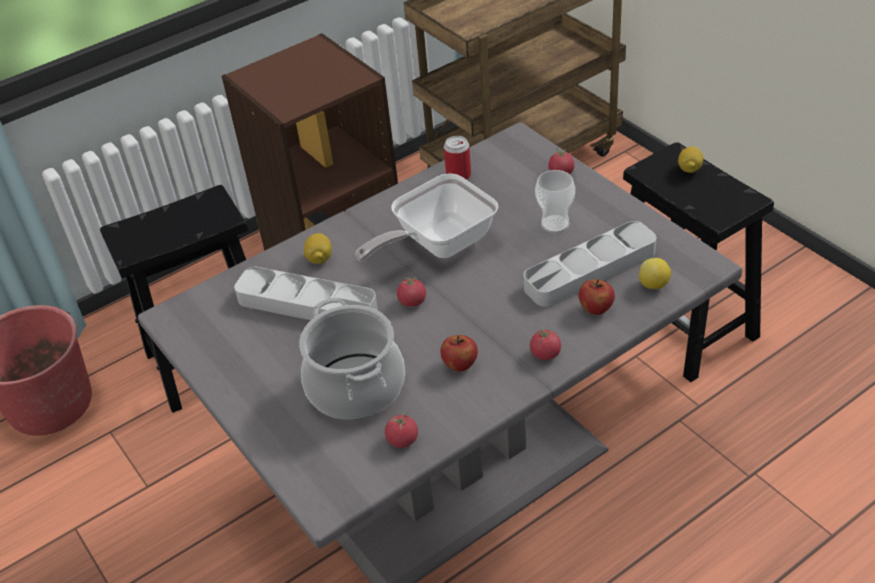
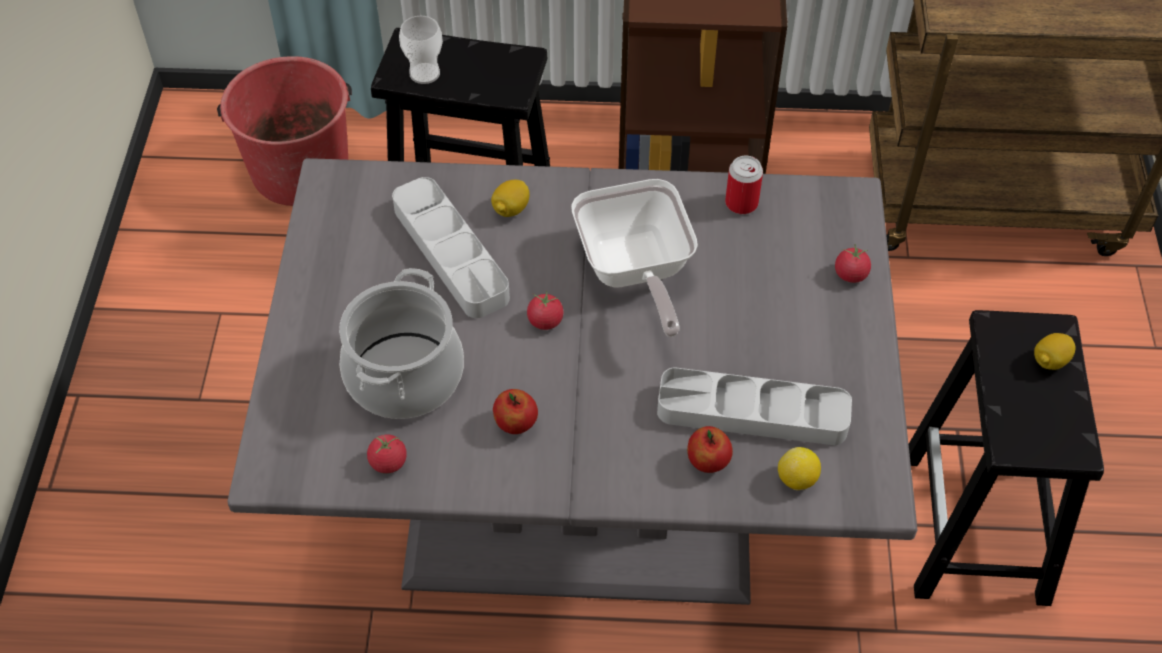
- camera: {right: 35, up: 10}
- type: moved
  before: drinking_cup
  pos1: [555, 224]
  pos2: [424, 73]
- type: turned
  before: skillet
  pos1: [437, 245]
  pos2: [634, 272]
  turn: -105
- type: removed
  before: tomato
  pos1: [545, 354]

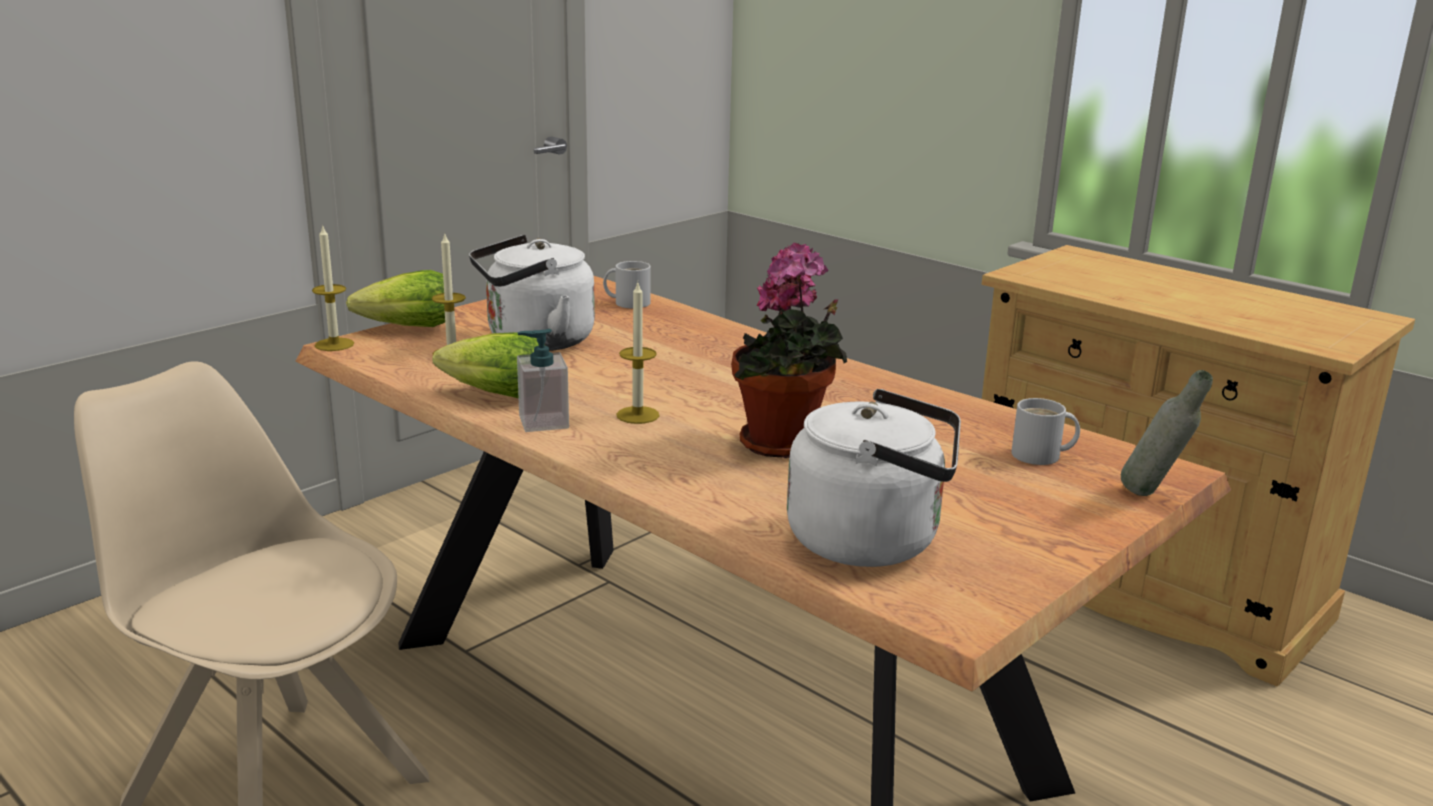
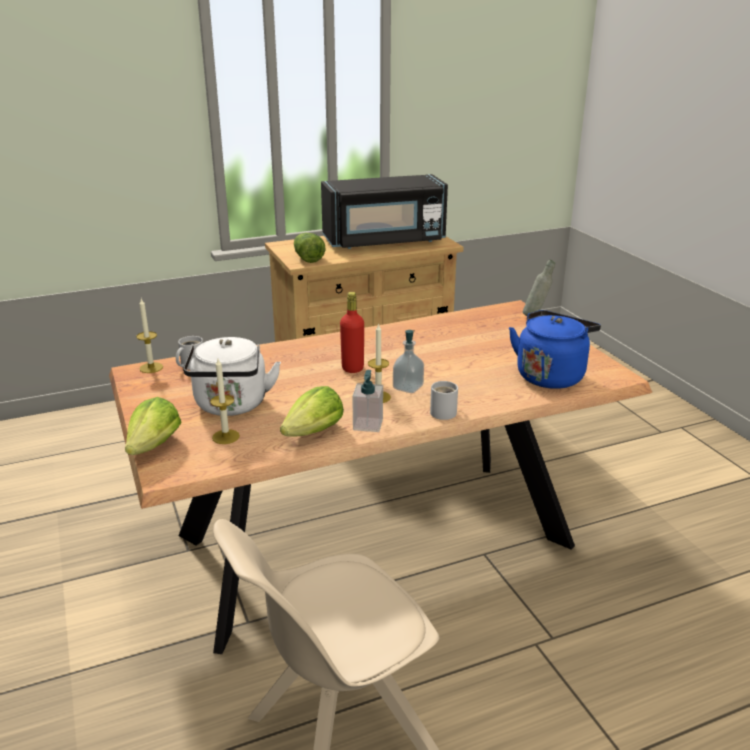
- camera: {right: -65, up: 5}
- type: moved
  before: wax_light
  pos1: [334, 344]
  pos2: [151, 367]
- type: added
  after: lettuce_head
  pos2: [307, 258]
- type: added
  after: black-coloured_microwave
  pos2: [384, 241]
- type: added
  after: red_drink_bottle
  pos2: [352, 368]
- type: added
  after: soap_bottle
  pos2: [408, 387]
- type: moved
  before: white_mug
  pos1: [1040, 456]
  pos2: [445, 412]
- type: recoloured
  before: white_kettle
  after: bluish_kettle
  pos1: [872, 541]
  pos2: [551, 375]
- type: removed
  before: plant_in_a_pot
  pos1: [784, 446]

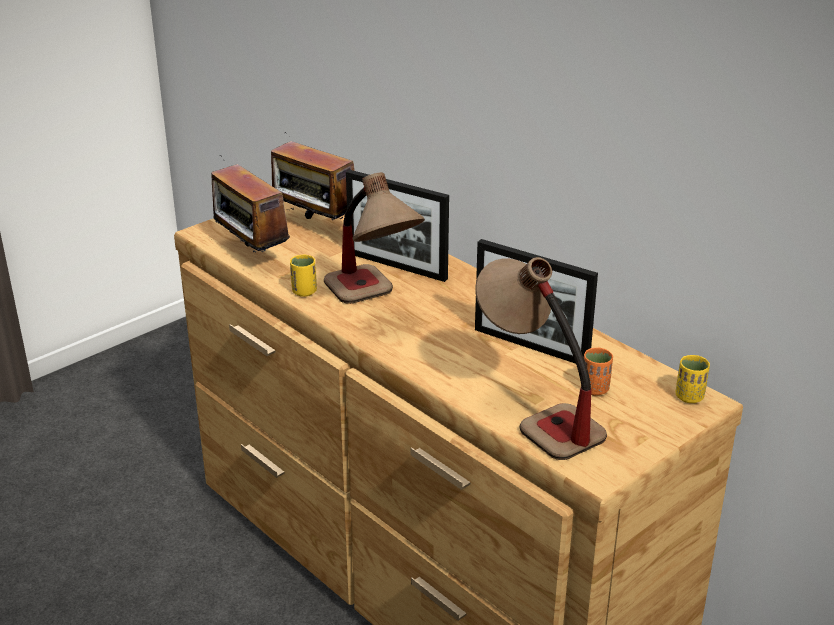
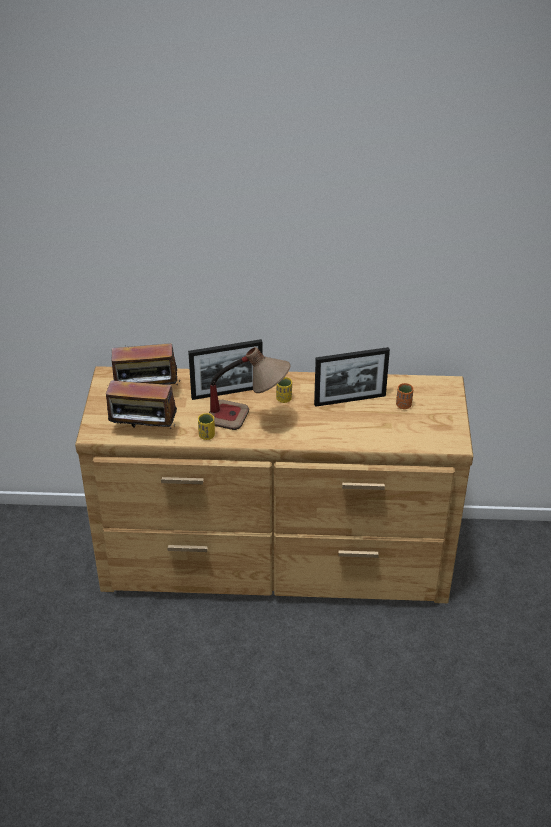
- camera: {right: -45, up: 10}
- type: moved
  before: yellowish_drinking_cup
  pos1: [689, 397]
  pos2: [284, 399]
- type: removed
  before: lamp_for_a_table
  pos1: [535, 414]

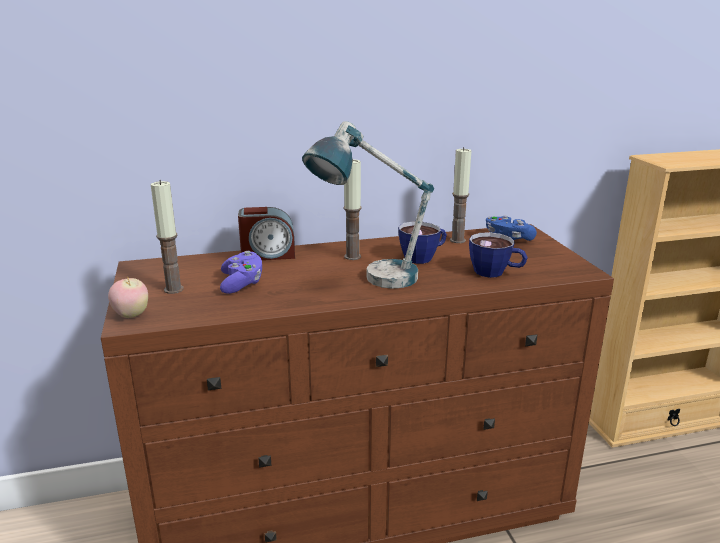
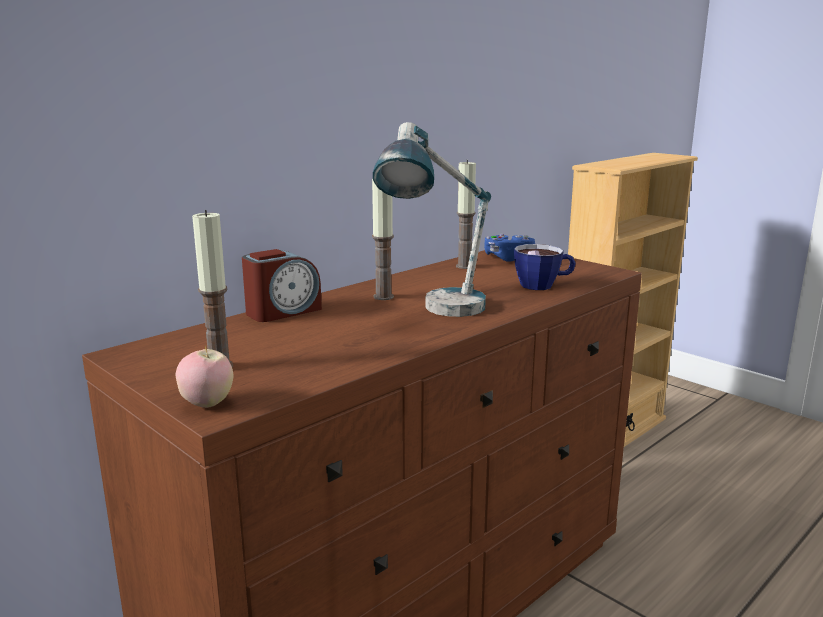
- camera: {right: -30, up: -5}
- type: removed
  before: purple_joypad
  pos1: [242, 283]
- type: removed
  before: drinking_cup
  pos1: [423, 257]

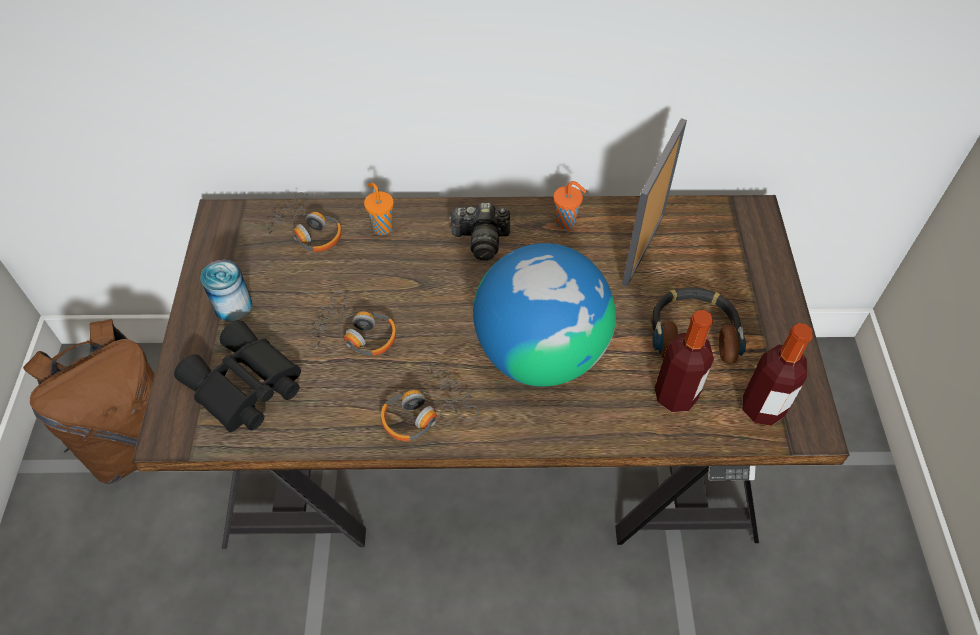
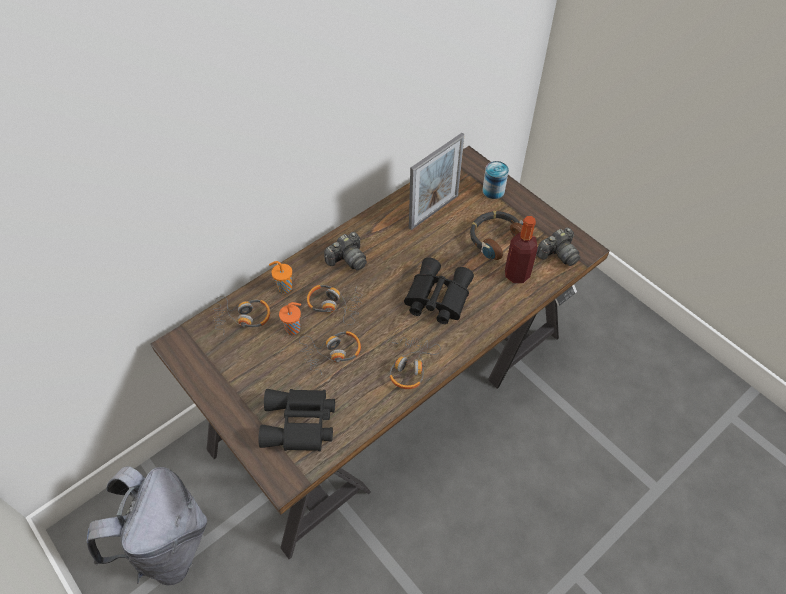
- camera: {right: -40, up: 0}
- type: recoloured
  before: brown_knapsack
  after: greyish_knapsack
  pos1: [136, 440]
  pos2: [168, 545]
- type: moved
  before: orange_drinking_cup
  pos1: [566, 222]
  pos2: [294, 328]
- type: added
  after: headset
  pos2: [334, 306]
- type: replaced
  before: globe
  after: black-coloured_binoculars
  pos1: [540, 353]
  pos2: [436, 297]
- type: turned
  before: standing_frame
  pos1: [643, 248]
  pos2: [433, 211]
  turn: -120
- type: moved
  before: metal_can
  pos1: [233, 306]
  pos2: [493, 190]
- type: replaced
  before: drink_bottle
  after: still_camera
  pos1: [762, 408]
  pos2: [558, 254]

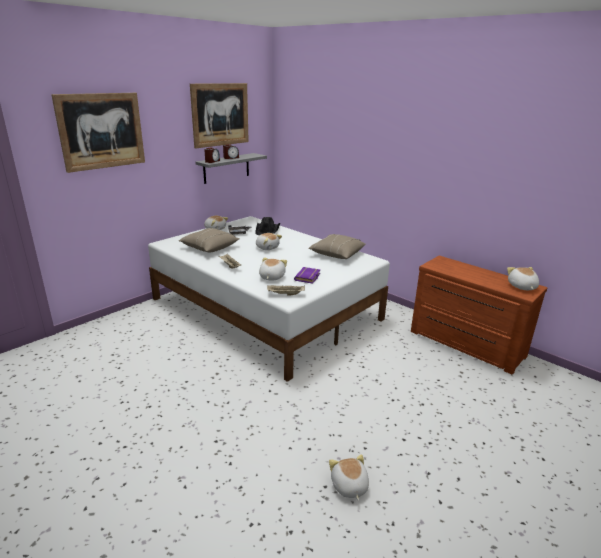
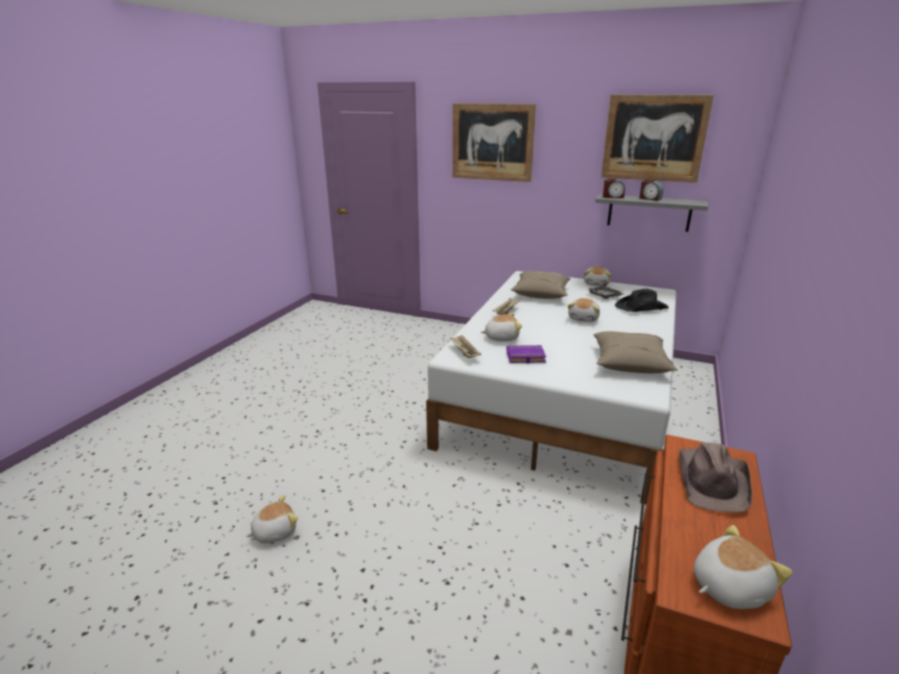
- camera: {right: 70, up: 0}
- type: added
  after: brown_clothing_hat
  pos2: [712, 481]

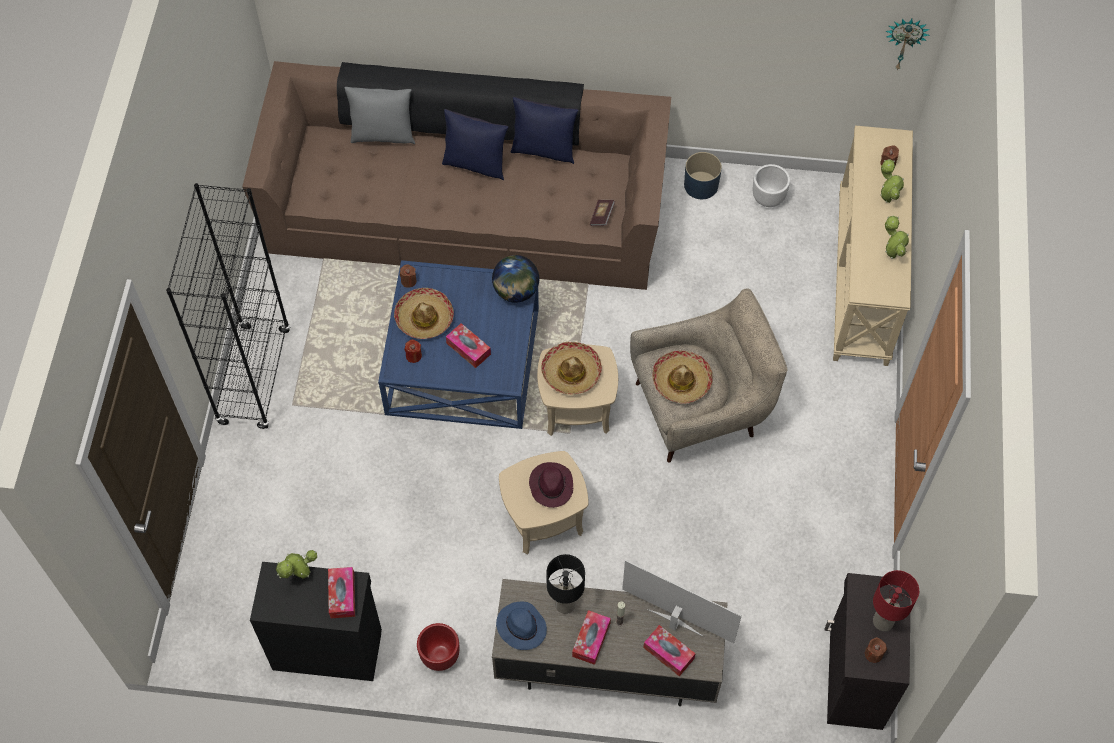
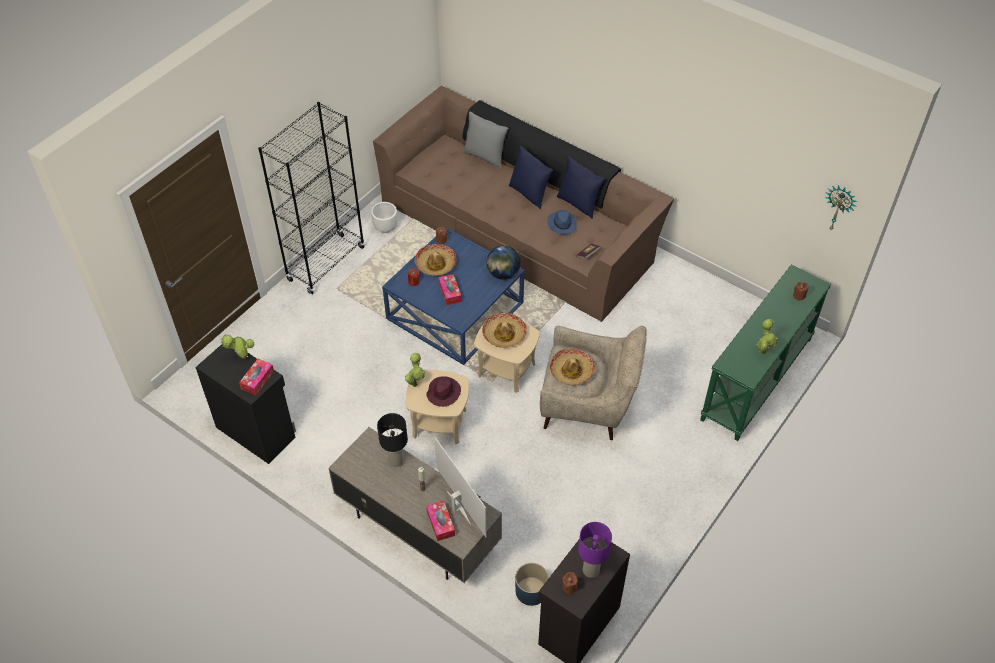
- camera: {right: 30, up: -10}
- type: moved
  before: white_flower_pot
  pos1: [768, 198]
  pos2: [386, 228]
- type: moved
  before: plant_in_a_pot
  pos1: [886, 198]
  pos2: [415, 383]
- type: moved
  before: bluish_flower_pot
  pos1: [701, 185]
  pos2: [531, 591]
- type: moved
  before: bluish_clothing_hat
  pos1: [521, 626]
  pos2: [561, 224]
- type: recoloured
  before: red_lamp_for_a_table
  after: purple_lamp_for_a_table
  pos1: [882, 621]
  pos2: [590, 570]
- type: recoloured
  before: sand-coloured_narrow_table
  after: green-coloured_narrow_table
  pos1: [864, 277]
  pos2: [757, 379]
- type: removed
  before: red_flower_pot
  pos1: [439, 656]
- type: removed
  before: box_of_tissues
  pos1: [591, 640]

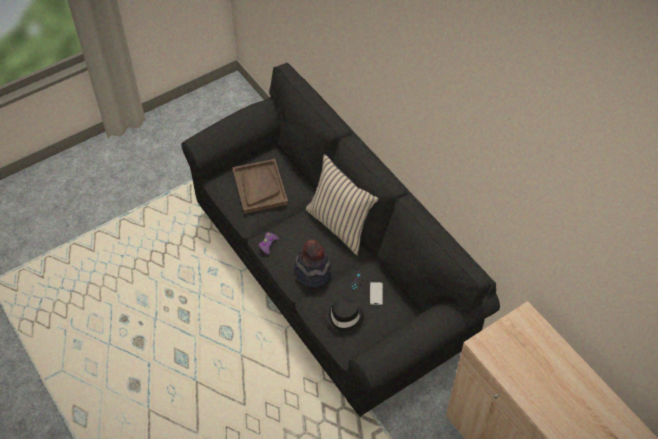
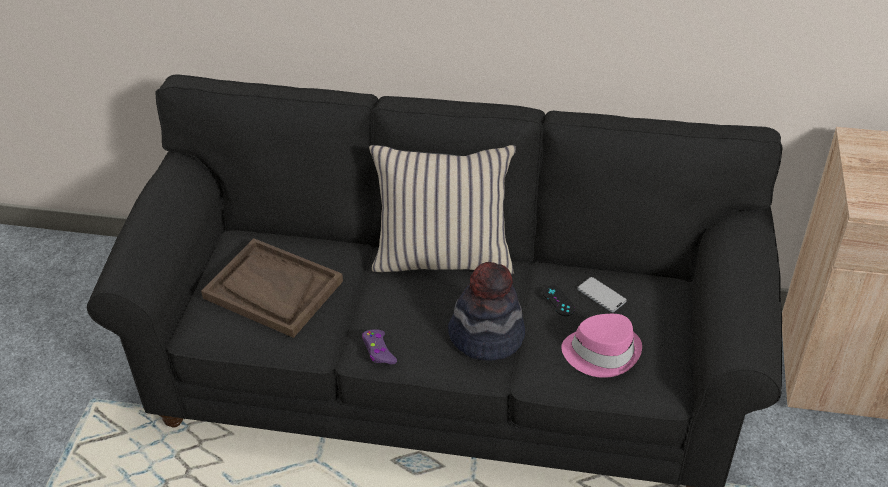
- camera: {right: -45, up: -10}
- type: recoloured
  before: black-coloured_clothing_hat
  after: pink_clothing_hat
  pos1: [344, 316]
  pos2: [602, 352]

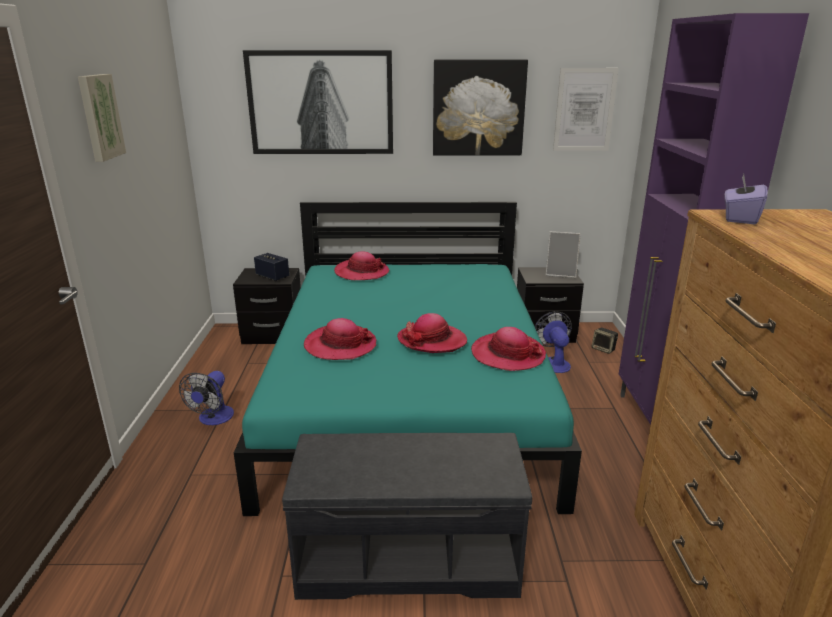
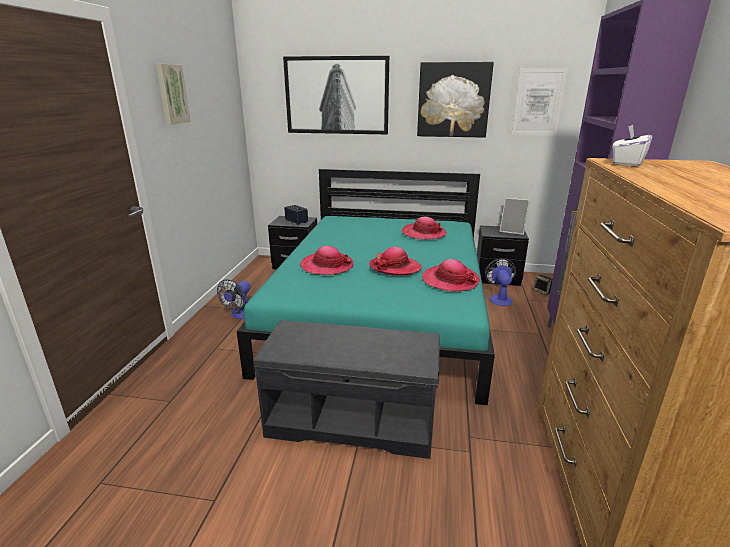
- camera: {right: 10, up: 0}
- type: moved
  before: clothing_hat
  pos1: [361, 272]
  pos2: [423, 233]
- type: recoloured
  before: purple_box_of_tissues
  after: white_box_of_tissues
  pos1: [740, 218]
  pos2: [627, 163]

